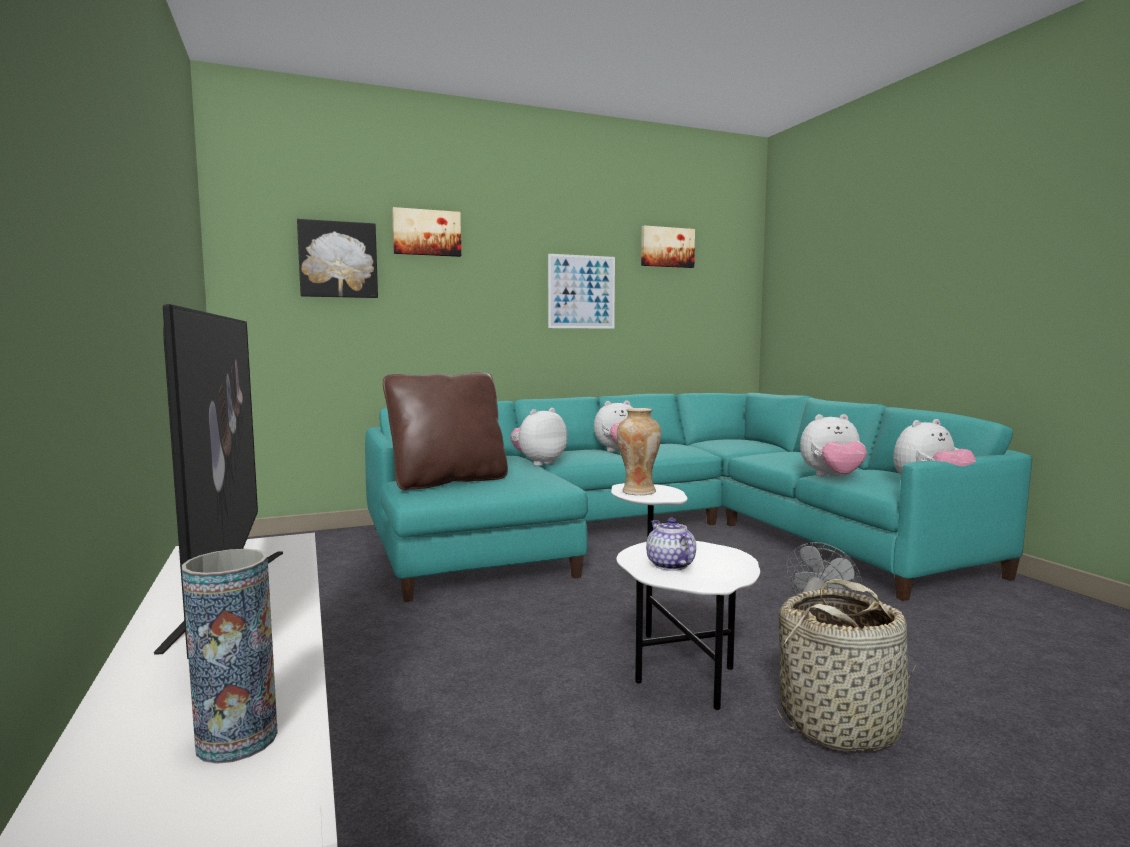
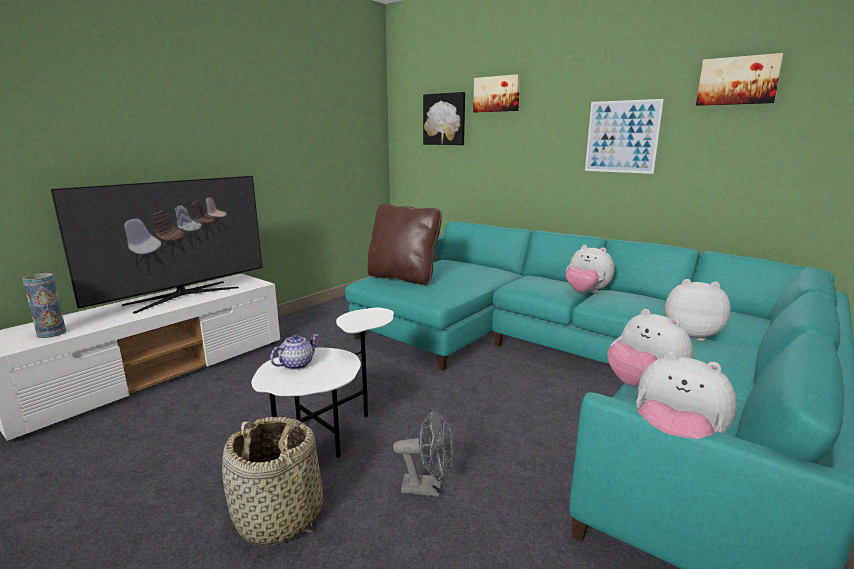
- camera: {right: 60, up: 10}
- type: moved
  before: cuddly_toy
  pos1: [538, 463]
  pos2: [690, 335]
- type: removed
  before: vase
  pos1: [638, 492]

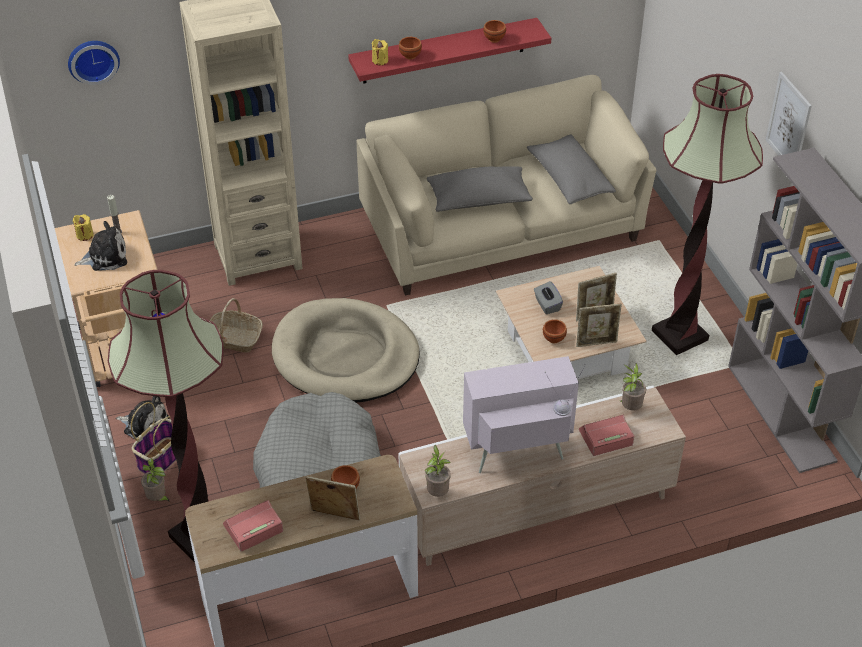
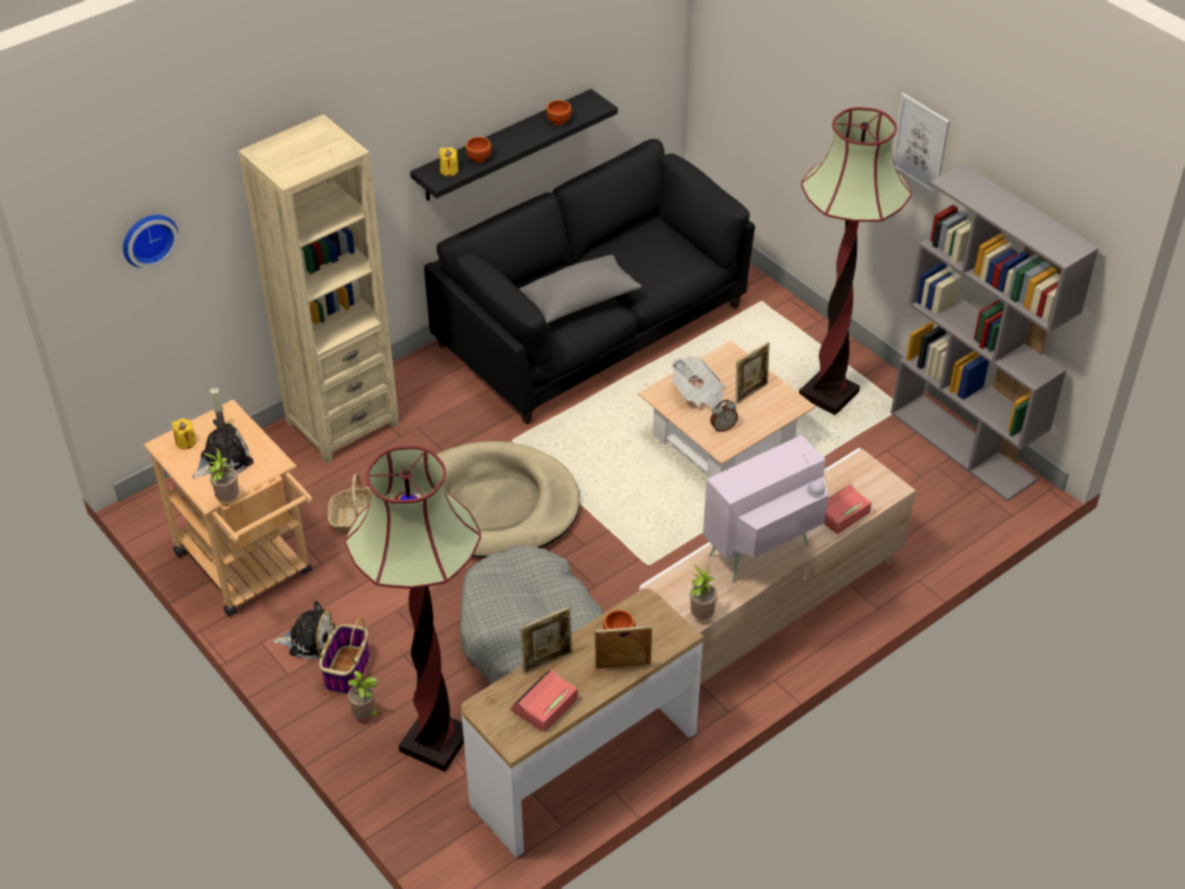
- camera: {right: -20, up: 0}
- type: moved
  before: plant_in_a_pot
  pos1: [630, 408]
  pos2: [227, 499]
- type: recoloured
  before: red_wall_shelf
  after: black-coloured_wall_shelf
  pos1: [444, 51]
  pos2: [503, 146]
- type: recoloured
  before: sand-coloured_settee
  after: black-coloured_settee
  pos1: [500, 227]
  pos2: [591, 326]
- type: moved
  before: standing_frame
  pos1: [596, 343]
  pos2: [547, 661]
- type: replaced
  before: greyish_box_of_tissues
  after: daily_paper
  pos1: [547, 305]
  pos2: [698, 395]
- type: replaced
  before: brown_deep_dish
  after: bedside_clock
  pos1: [554, 338]
  pos2: [722, 427]
- type: removed
  before: greyish_pillow
  pos1: [569, 180]

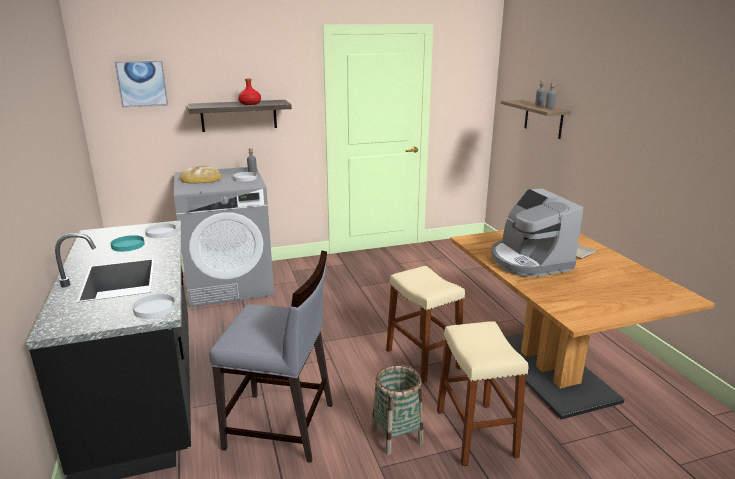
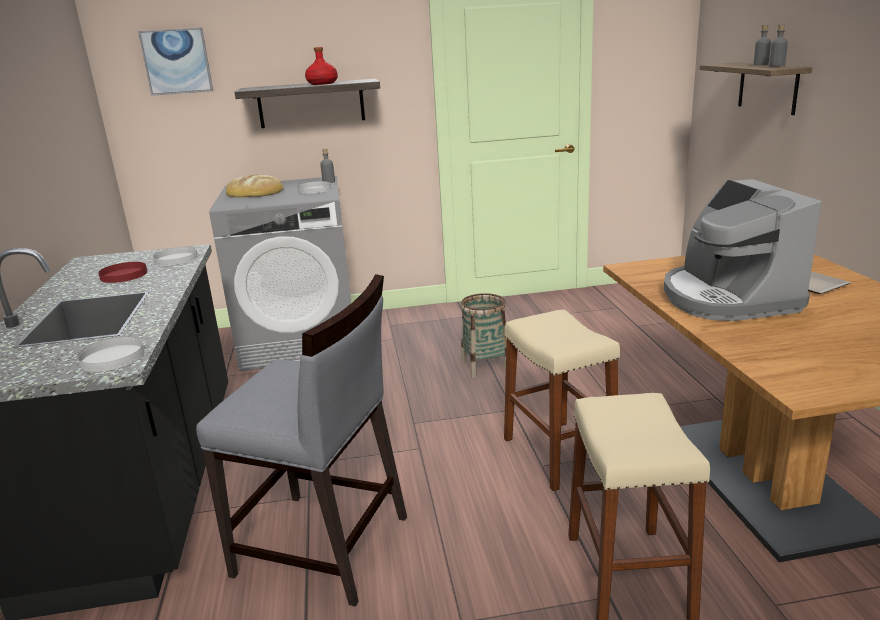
- camera: {right: 10, up: 0}
- type: recoloured
  before: turquoise-coloured_dinner_plate
  after: red_dinner_plate
  pos1: [127, 245]
  pos2: [123, 275]
- type: moved
  before: household_basket
  pos1: [397, 436]
  pos2: [485, 366]

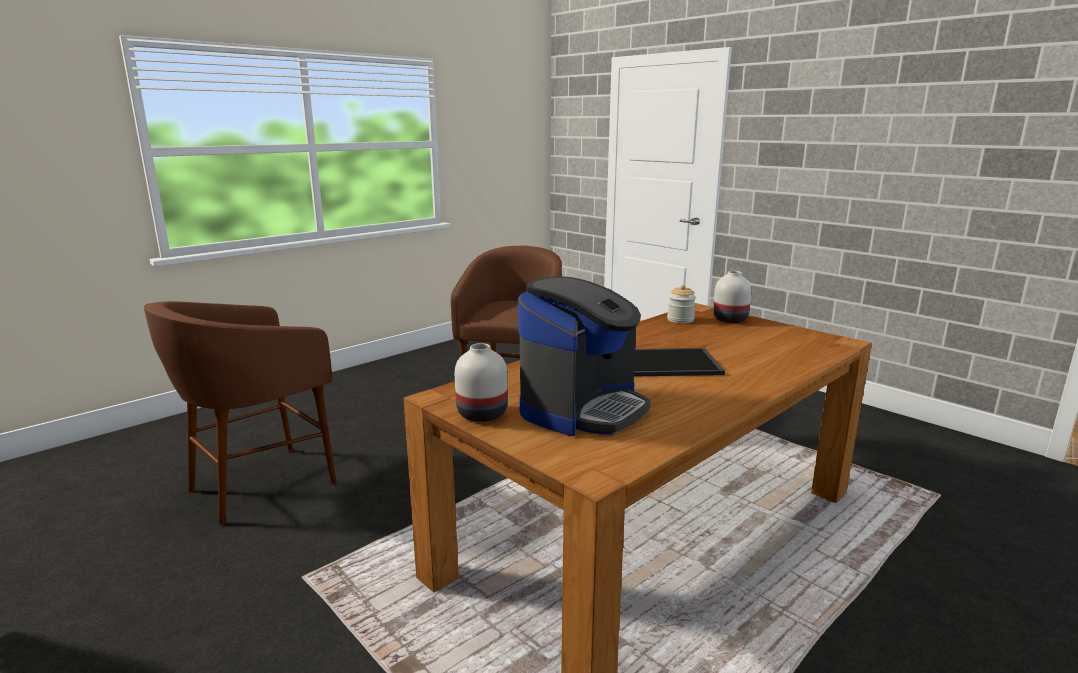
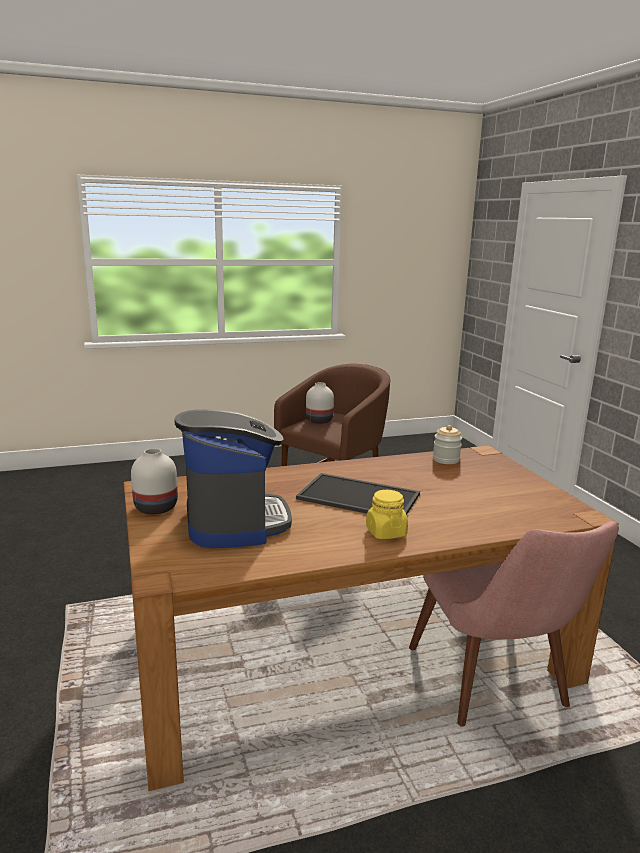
- camera: {right: 25, up: 0}
- type: turned
  before: coffee_machine
  pos1: [582, 408]
  pos2: [234, 521]
  turn: -75
- type: moved
  before: white_vase
  pos1: [729, 320]
  pos2: [318, 420]
- type: added
  after: yellowish_jar
  pos2: [385, 532]
- type: added
  after: pink_plain_chair
  pos2: [497, 690]
- type: removed
  before: brown_stool
  pos1: [261, 485]

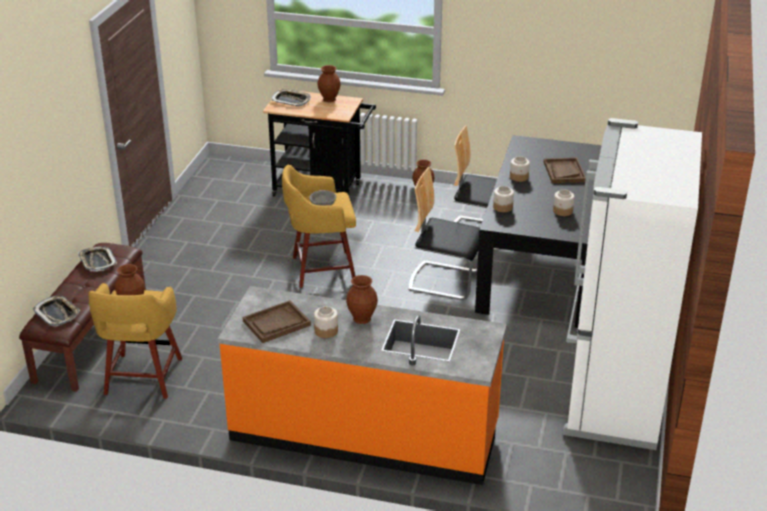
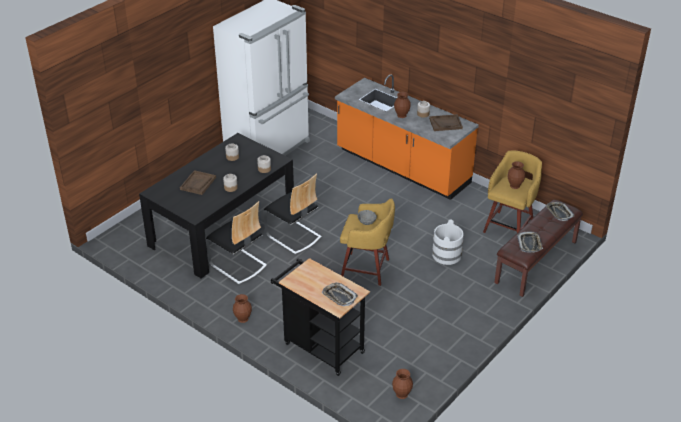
- camera: {right: -155, up: 5}
- type: moved
  before: brown_vase
  pos1: [328, 99]
  pos2: [402, 394]
- type: added
  after: white_bucket
  pos2: [446, 255]

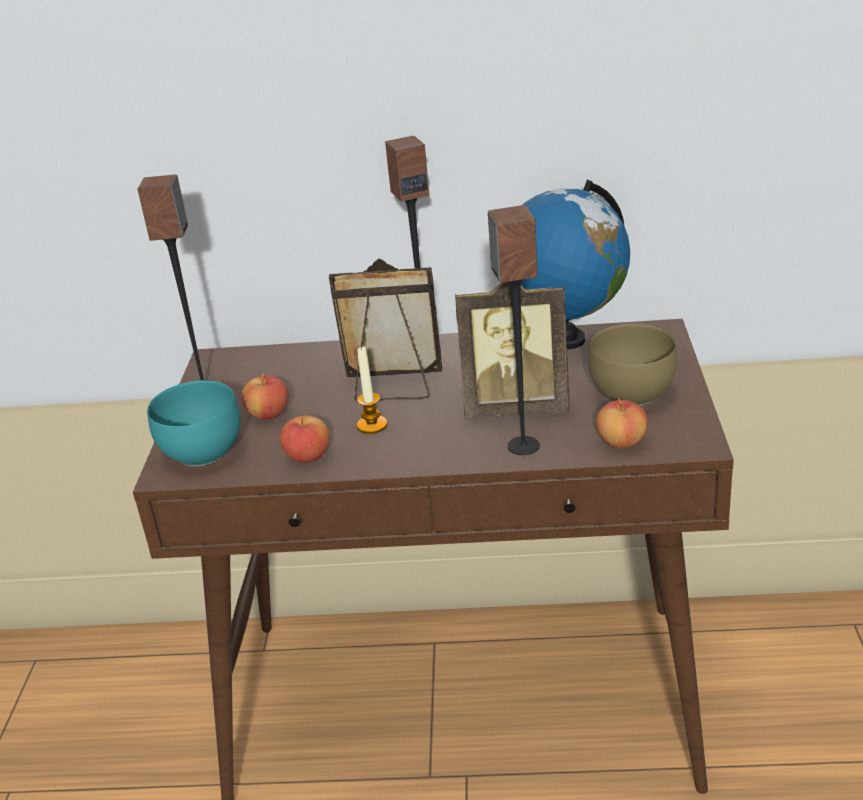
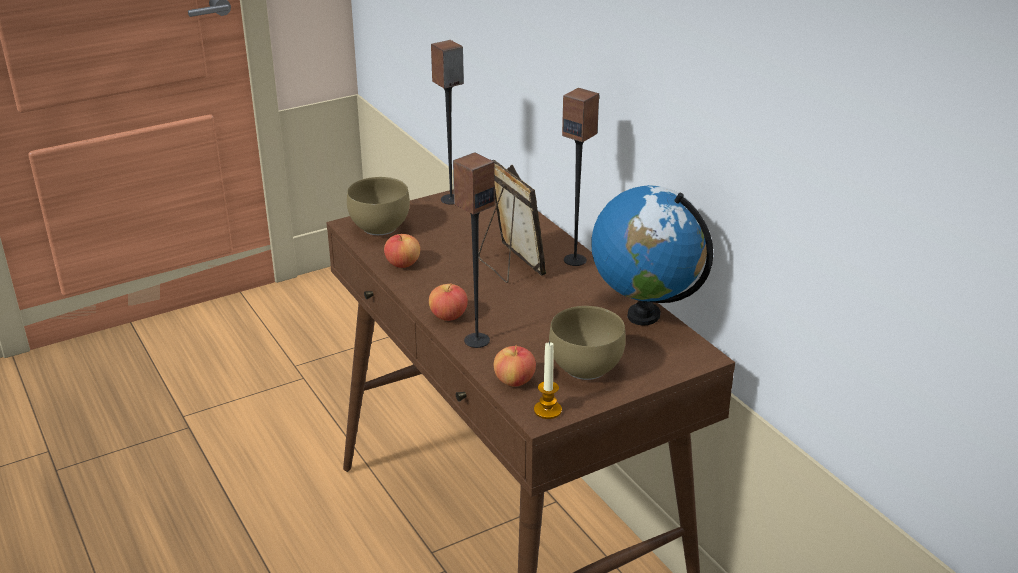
- camera: {right: 55, up: 0}
- type: recoloured
  before: turquoise-coloured_deep_dish
  after: brown_deep_dish
  pos1: [203, 451]
  pos2: [382, 227]
- type: moved
  before: whole_apple
  pos1: [268, 414]
  pos2: [448, 316]
- type: moved
  before: wax_light
  pos1: [372, 425]
  pos2: [547, 410]
- type: removed
  before: standing_frame
  pos1: [515, 407]

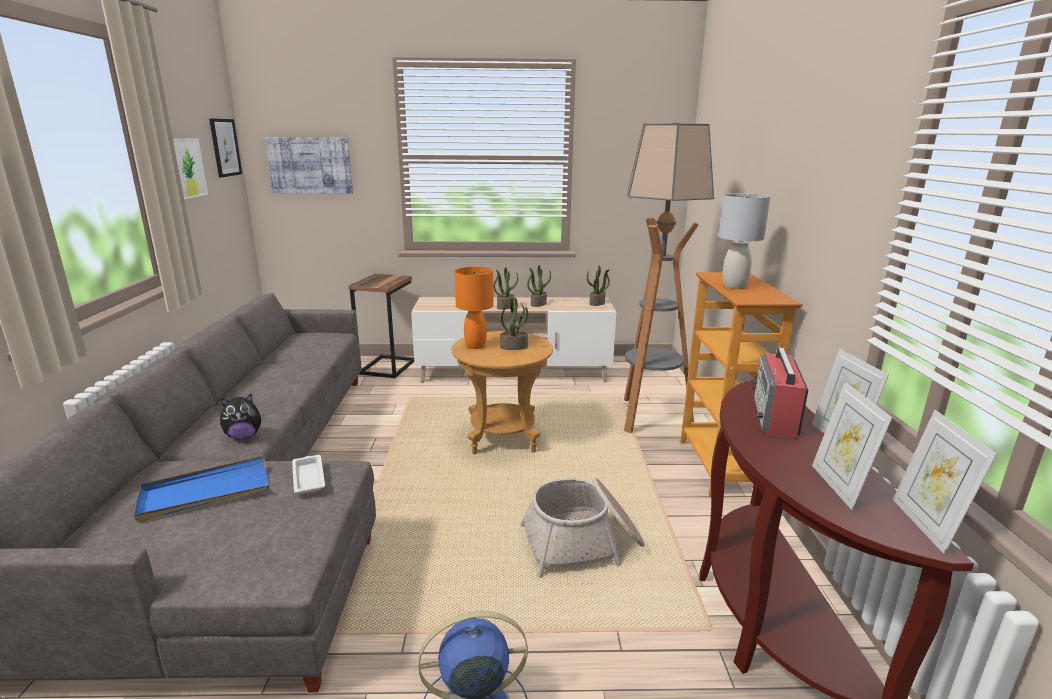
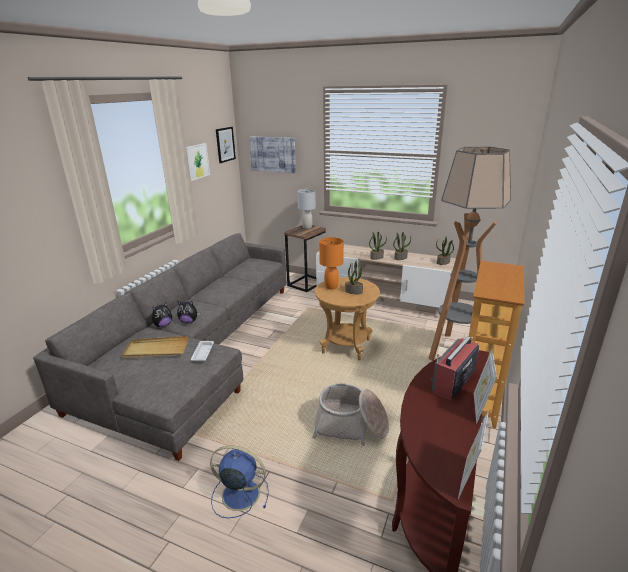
- camera: {right: 25, up: 5}
- type: recoloured
  before: bluish_tray
  after: sand-coloured_tray
  pos1: [205, 492]
  pos2: [156, 350]
- type: added
  after: cuddly_toy
  pos2: [163, 325]
- type: moved
  before: greyish_lamp_for_a_table
  pos1: [734, 286]
  pos2: [307, 227]
- type: removed
  before: standing_frame
  pos1: [838, 486]

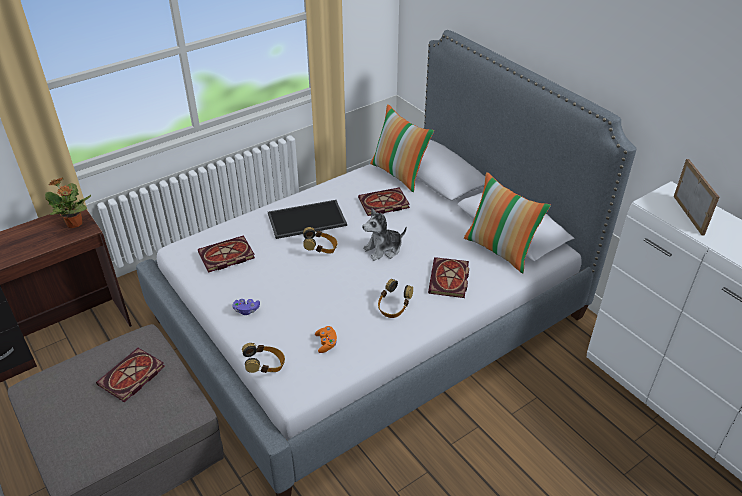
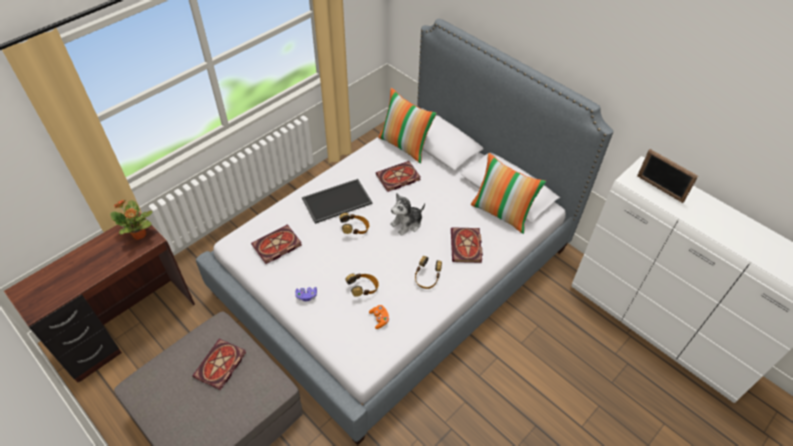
- camera: {right: -10, up: 10}
- type: moved
  before: headset
  pos1: [265, 367]
  pos2: [363, 289]
- type: turned
  before: standing_frame
  pos1: [688, 215]
  pos2: [659, 189]
  turn: 150

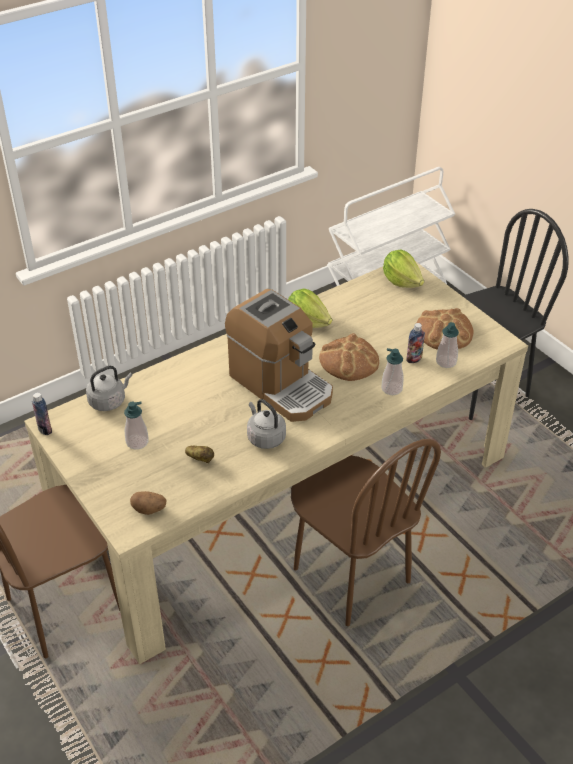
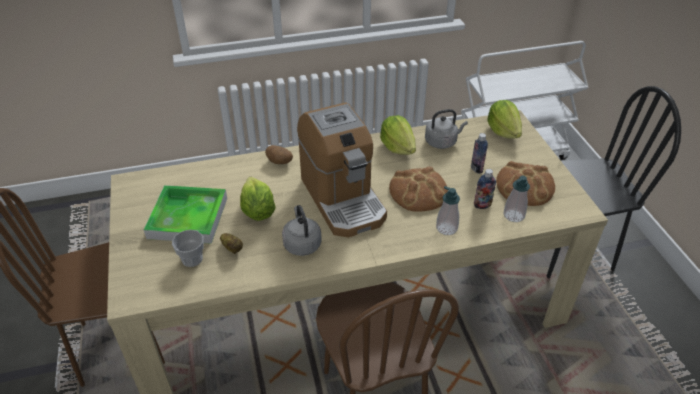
- camera: {right: 20, up: 0}
- type: replaced
  before: soap_bottle
  after: tray
  pos1: [137, 442]
  pos2: [188, 218]
- type: added
  after: drinking_cup
  pos2: [192, 259]
- type: added
  after: lettuce_head
  pos2: [257, 211]
- type: moved
  before: spud
  pos1: [149, 509]
  pos2: [280, 162]
- type: moved
  before: greyish_kettle
  pos1: [109, 401]
  pos2: [442, 142]
- type: moved
  before: drink_bottle
  pos1: [45, 429]
  pos2: [476, 168]

